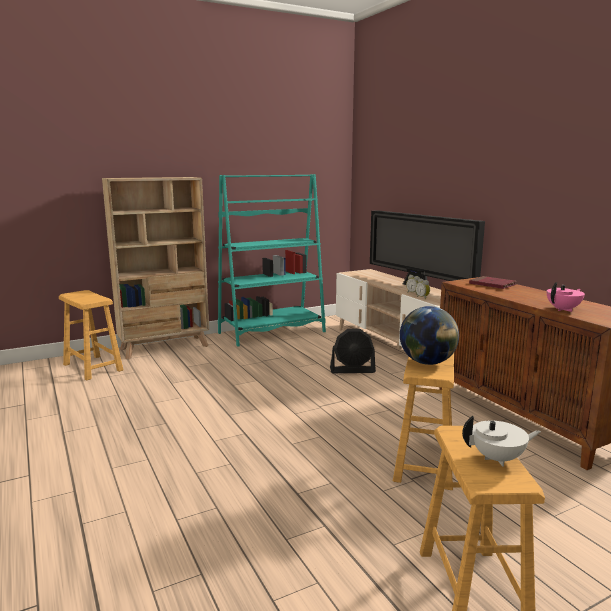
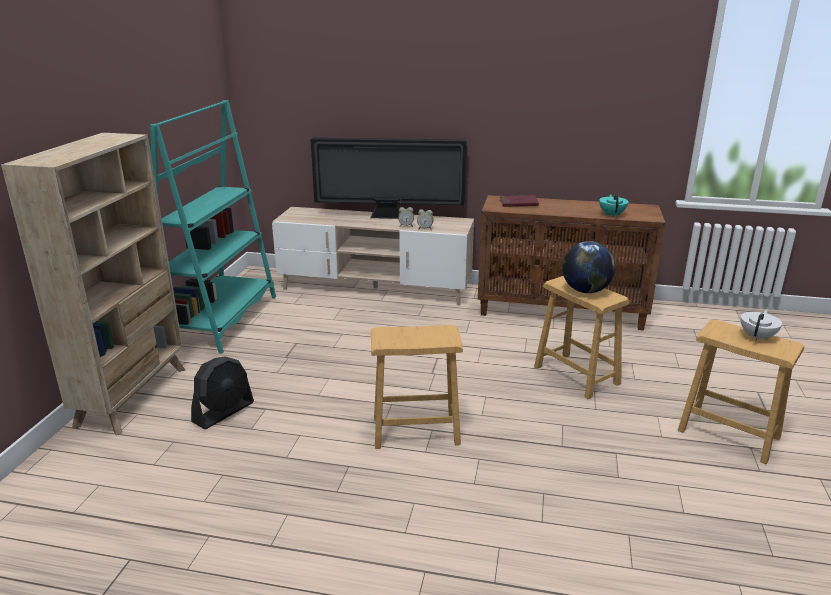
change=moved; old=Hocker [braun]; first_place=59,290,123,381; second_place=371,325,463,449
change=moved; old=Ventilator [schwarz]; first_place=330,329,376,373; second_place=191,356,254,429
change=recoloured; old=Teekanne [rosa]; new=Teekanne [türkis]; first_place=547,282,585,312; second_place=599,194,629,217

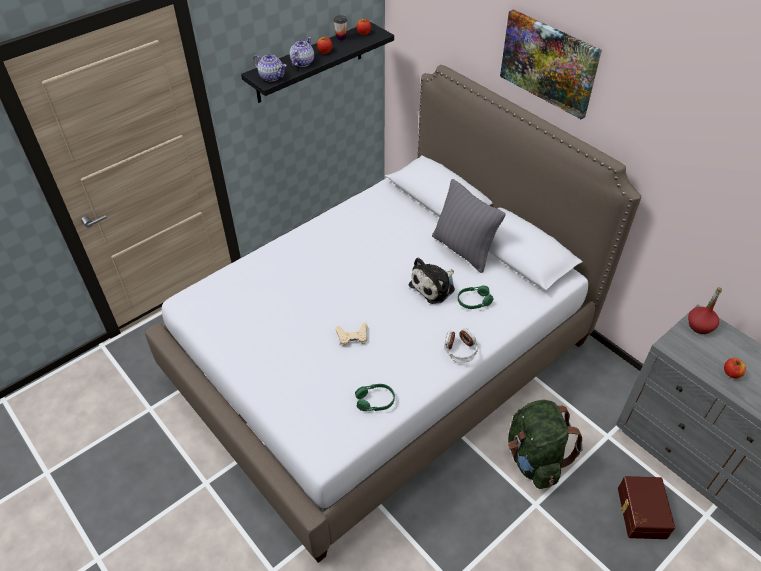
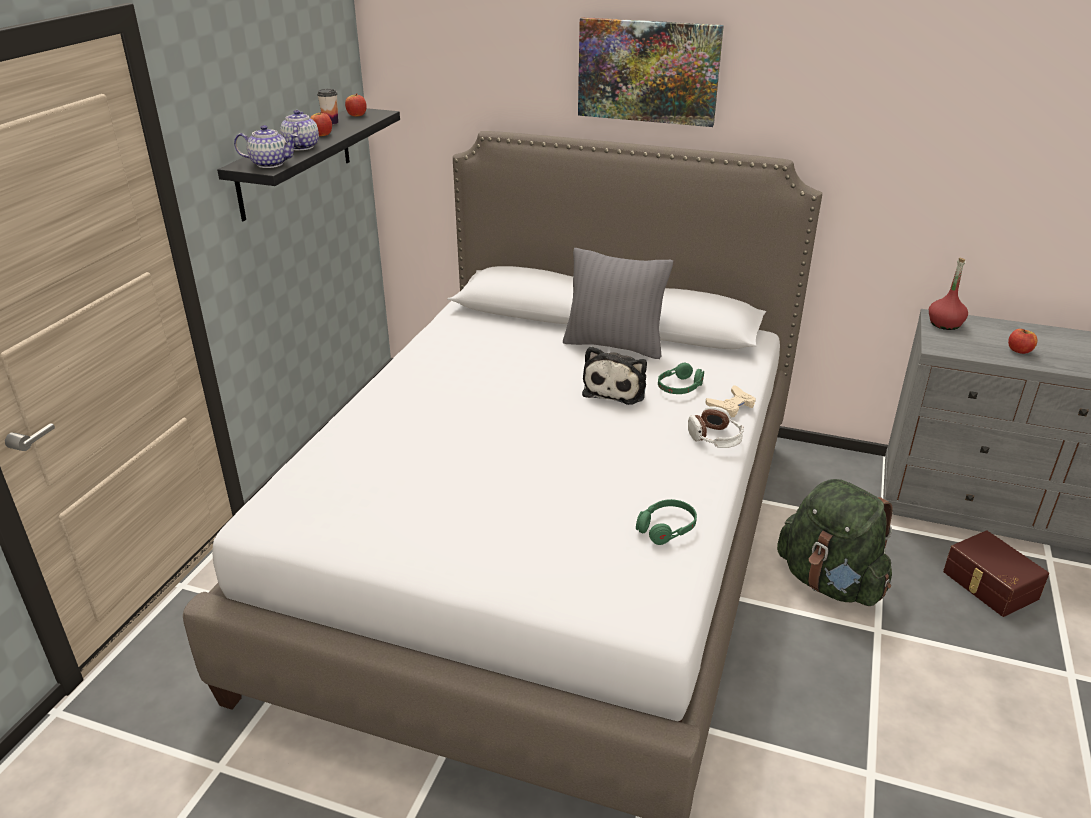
change=moved; old=Gamepad [beige]; first_place=335,322,367,346; second_place=706,385,756,418

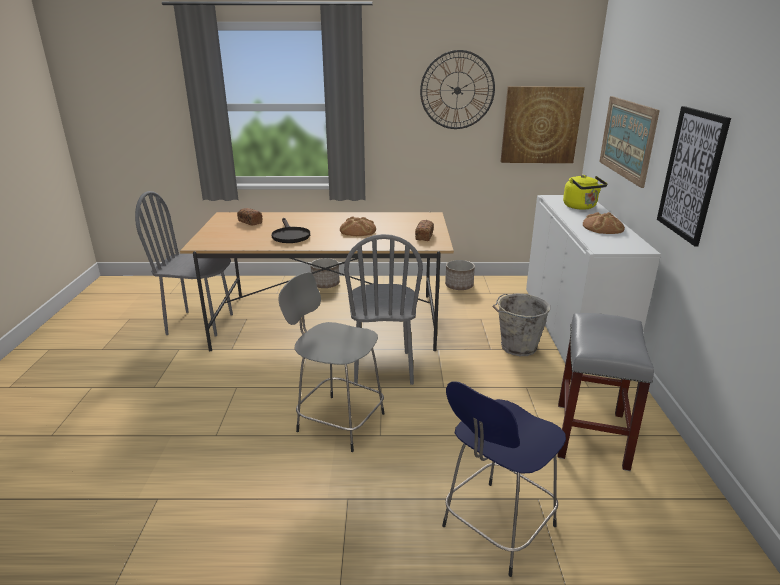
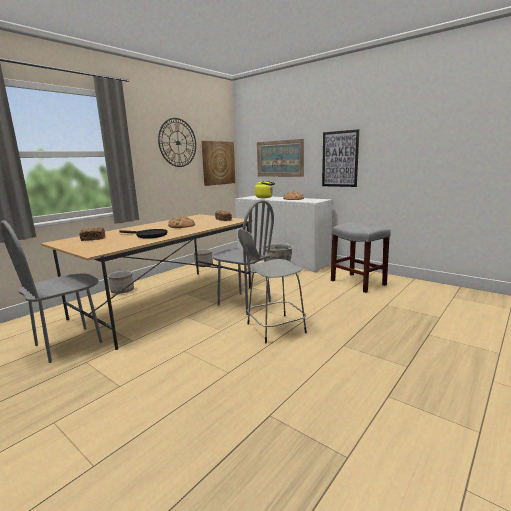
change=removed; old=Hocker [blau]; first_place=442,381,566,577

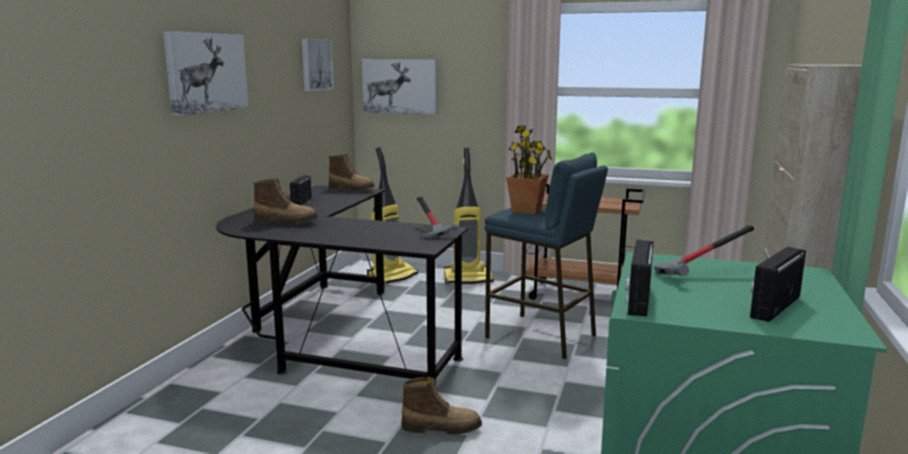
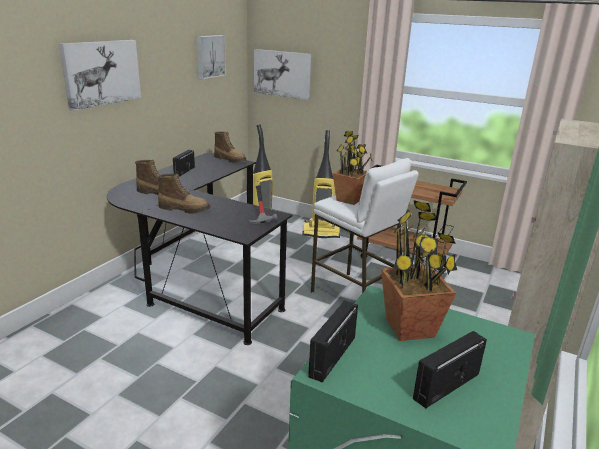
change=moved; old=Stiefel; first_place=401,377,482,435; second_place=157,173,210,213
change=recoloured; old=Hocker [blau]; new=Hocker [weiß]; first_place=485,153,608,359; second_place=311,158,419,293
change=replaced; old=Hammer; new=Topfpflanze; first_place=654,225,754,276; second_place=381,200,457,341

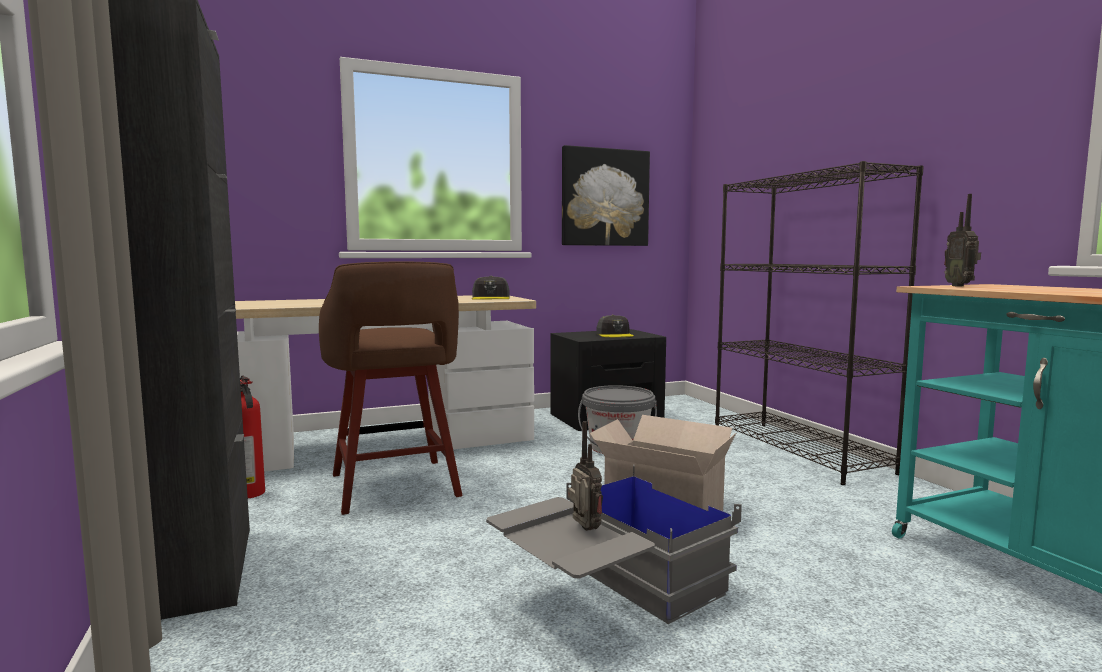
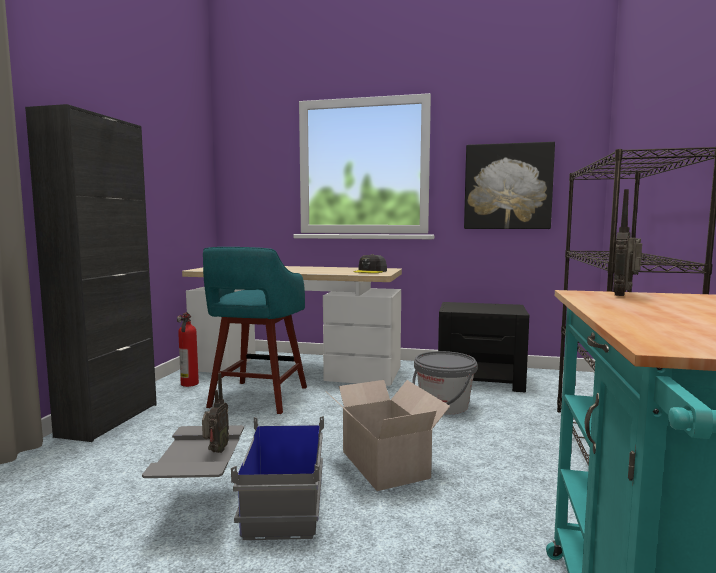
change=recoloured; old=Hocker [braun]; new=Hocker [türkis]; first_place=319,261,462,515; second_place=203,247,307,414
change=removed; old=Kappe [grau]; first_place=597,315,634,337

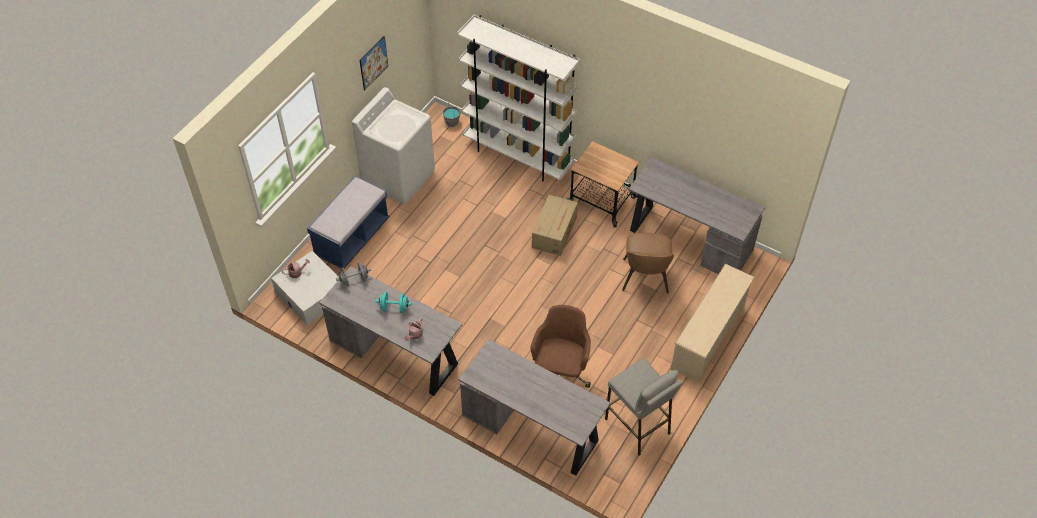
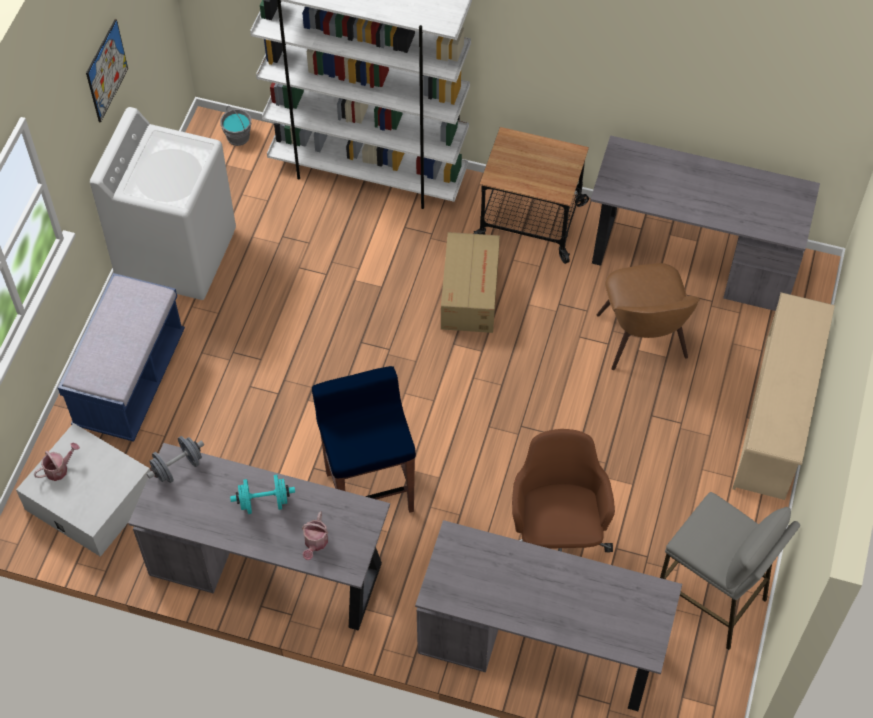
change=added; new=Hocker [blau]; second_place=312,366,416,513

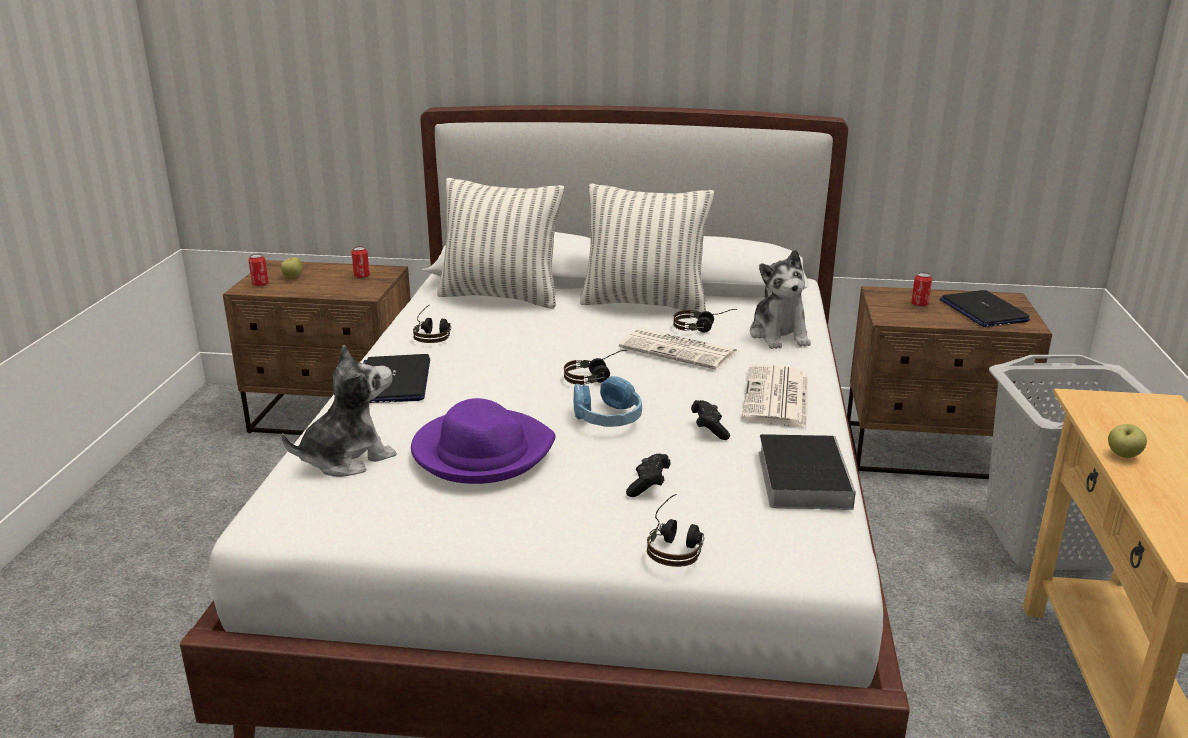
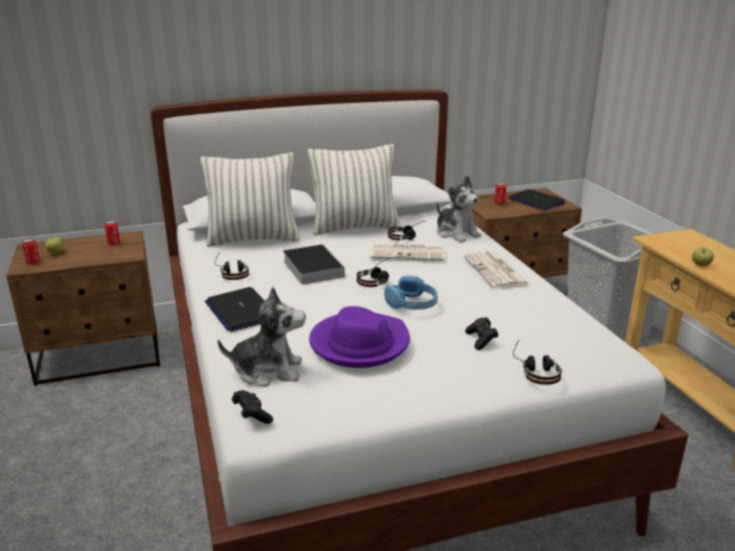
change=turned; old=Plüschtier; first_place=281,344,397,477; second_place=218,287,306,387; degrees=60
change=moved; old=Gamepad [schwarz]; first_place=691,400,730,440; second_place=232,390,273,424
change=moved; old=Buch; first_place=759,434,856,510; second_place=283,244,345,285

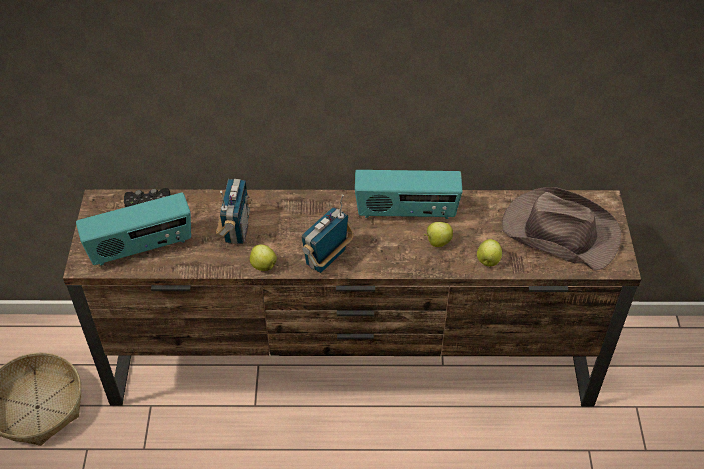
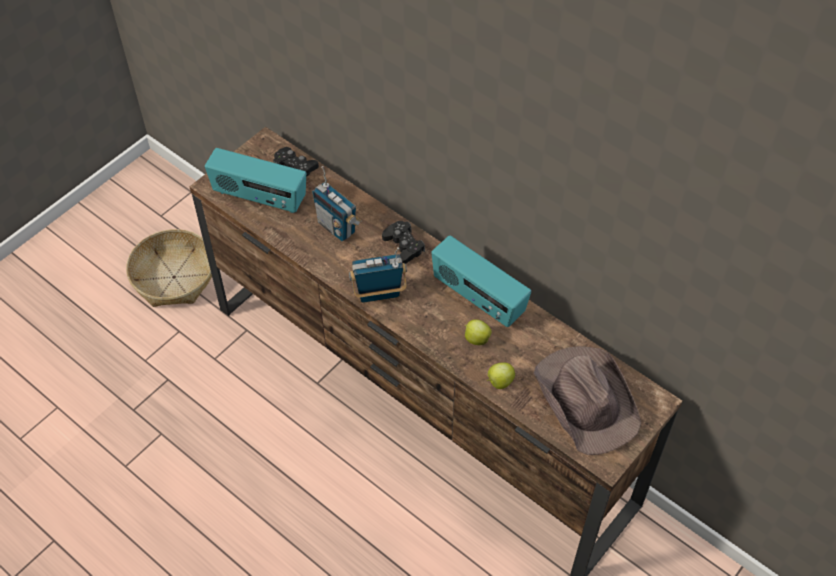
change=turned; old=Radio; first_place=216,179,251,244; second_place=312,166,362,242; degrees=90
change=removed; old=Apfel; first_place=249,244,277,271
change=added; new=Gamepad [schwarz]; second_place=382,221,425,264

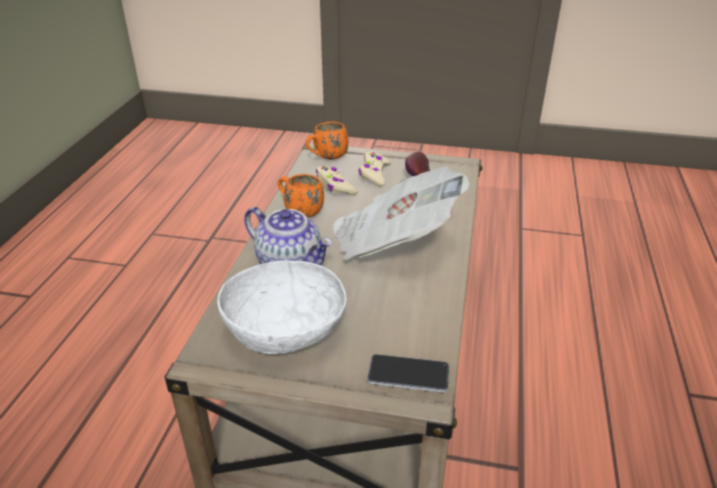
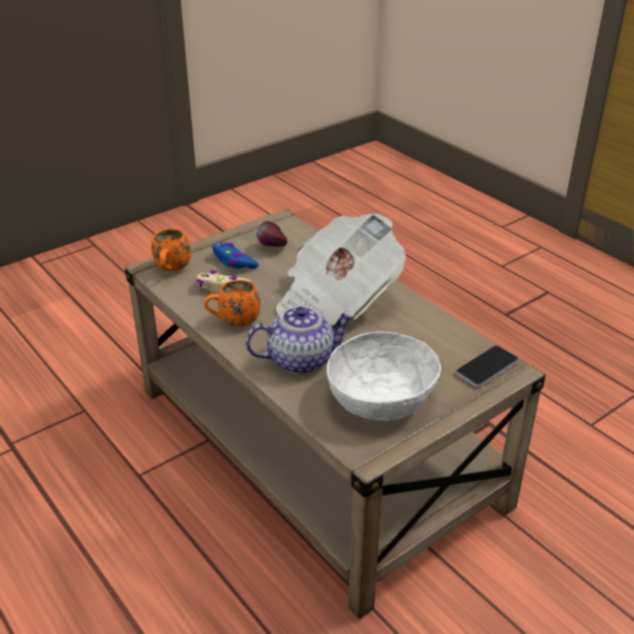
change=recoloured; old=Gamepad [beige]; new=Gamepad [blau]; first_place=359,152,391,186; second_place=212,242,259,269

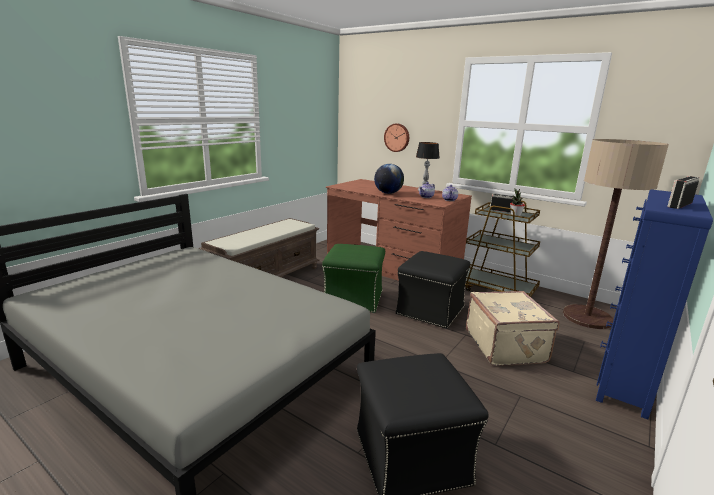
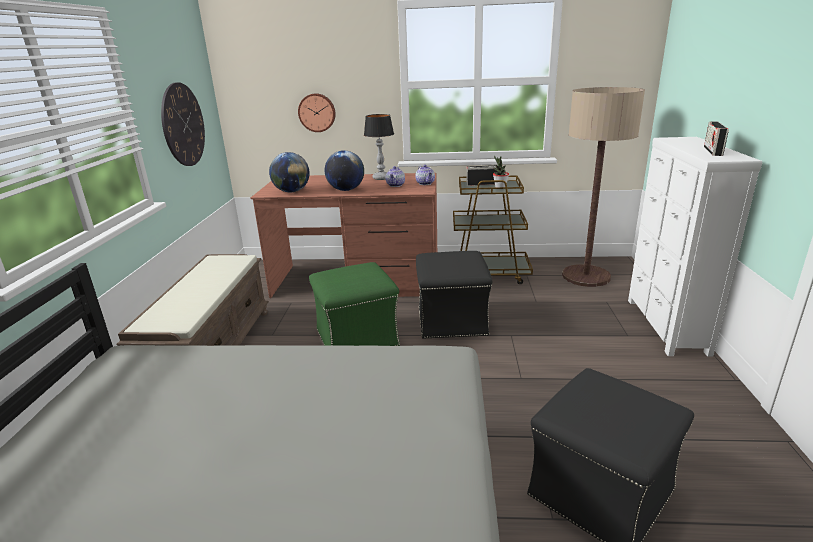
change=removed; old=Koffer [beige]; first_place=466,291,560,366
change=recoloured; old=Kommode [blau]; new=Kommode [weiß]; first_place=596,189,713,420; second_place=628,137,762,357
change=added; new=Wanduhr; second_place=161,82,205,166
change=added; new=Globus; second_place=269,152,310,192

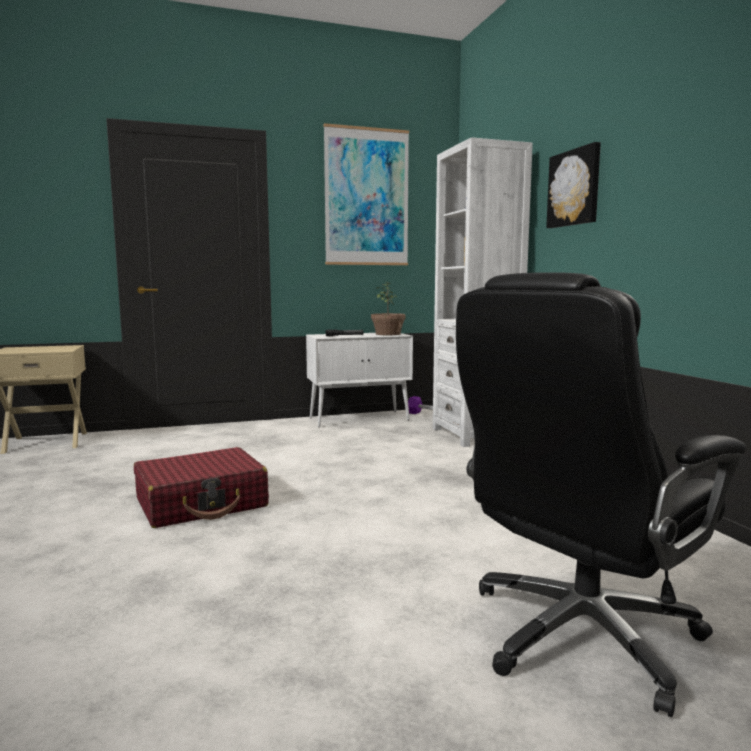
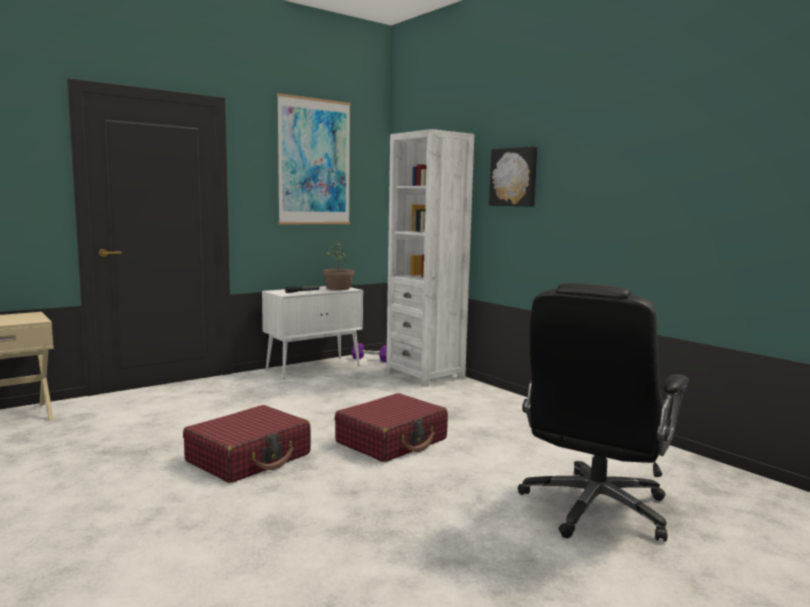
change=added; new=Koffer [rot]; second_place=335,393,448,462

